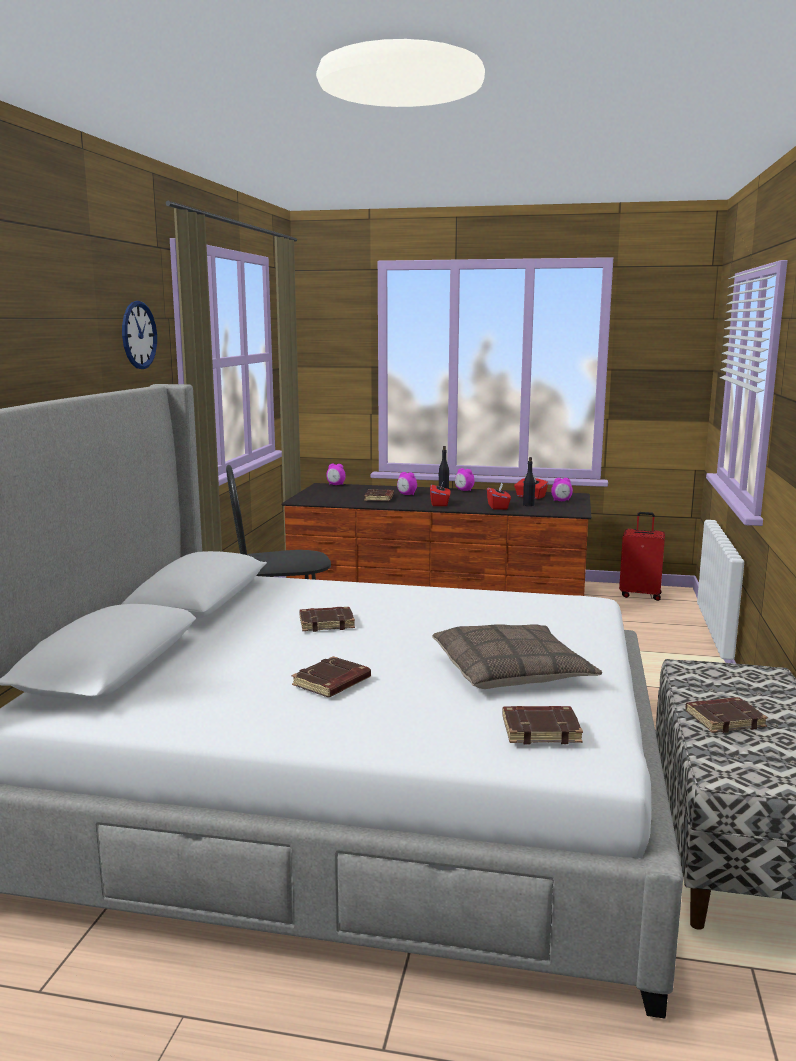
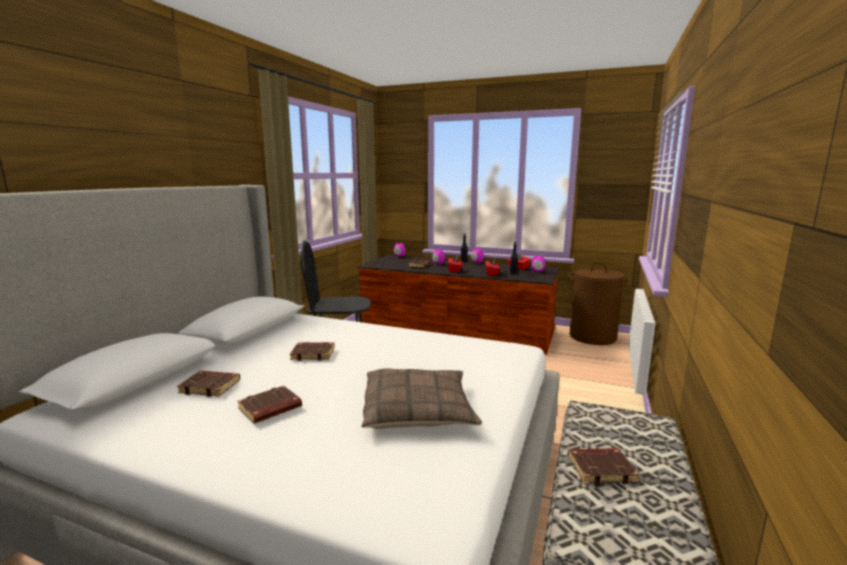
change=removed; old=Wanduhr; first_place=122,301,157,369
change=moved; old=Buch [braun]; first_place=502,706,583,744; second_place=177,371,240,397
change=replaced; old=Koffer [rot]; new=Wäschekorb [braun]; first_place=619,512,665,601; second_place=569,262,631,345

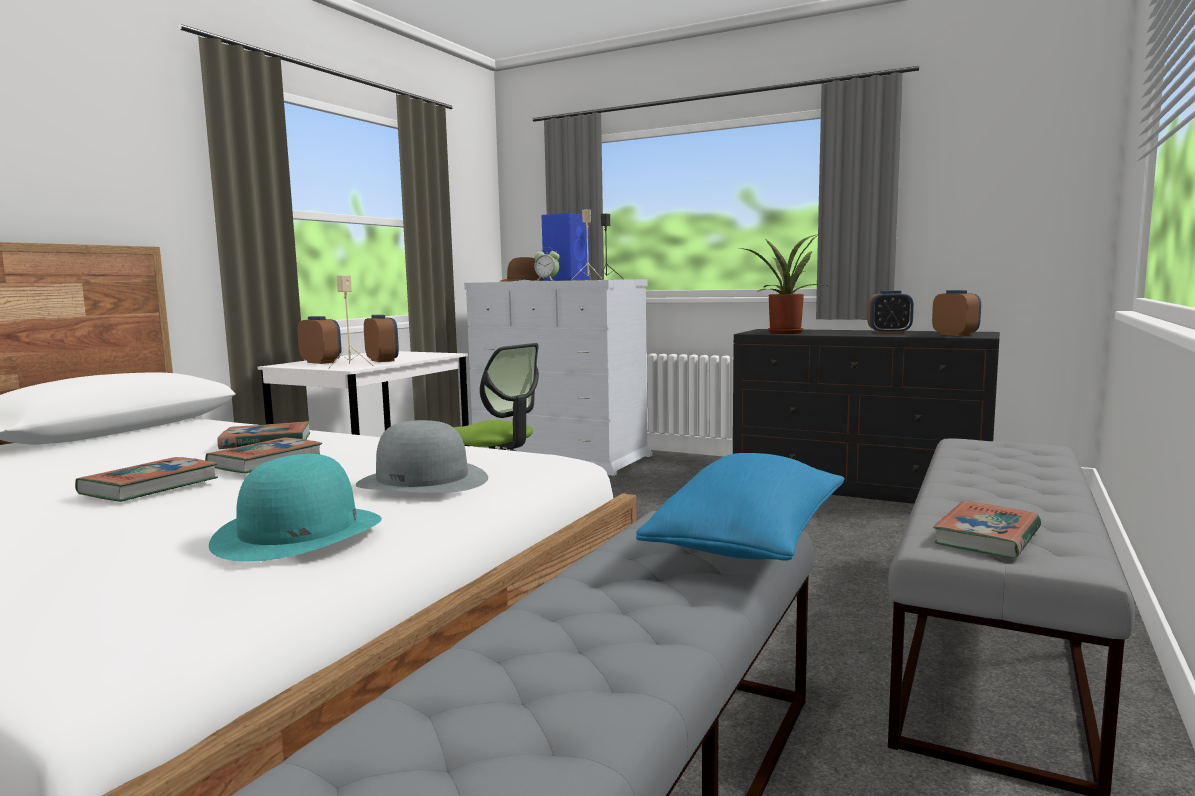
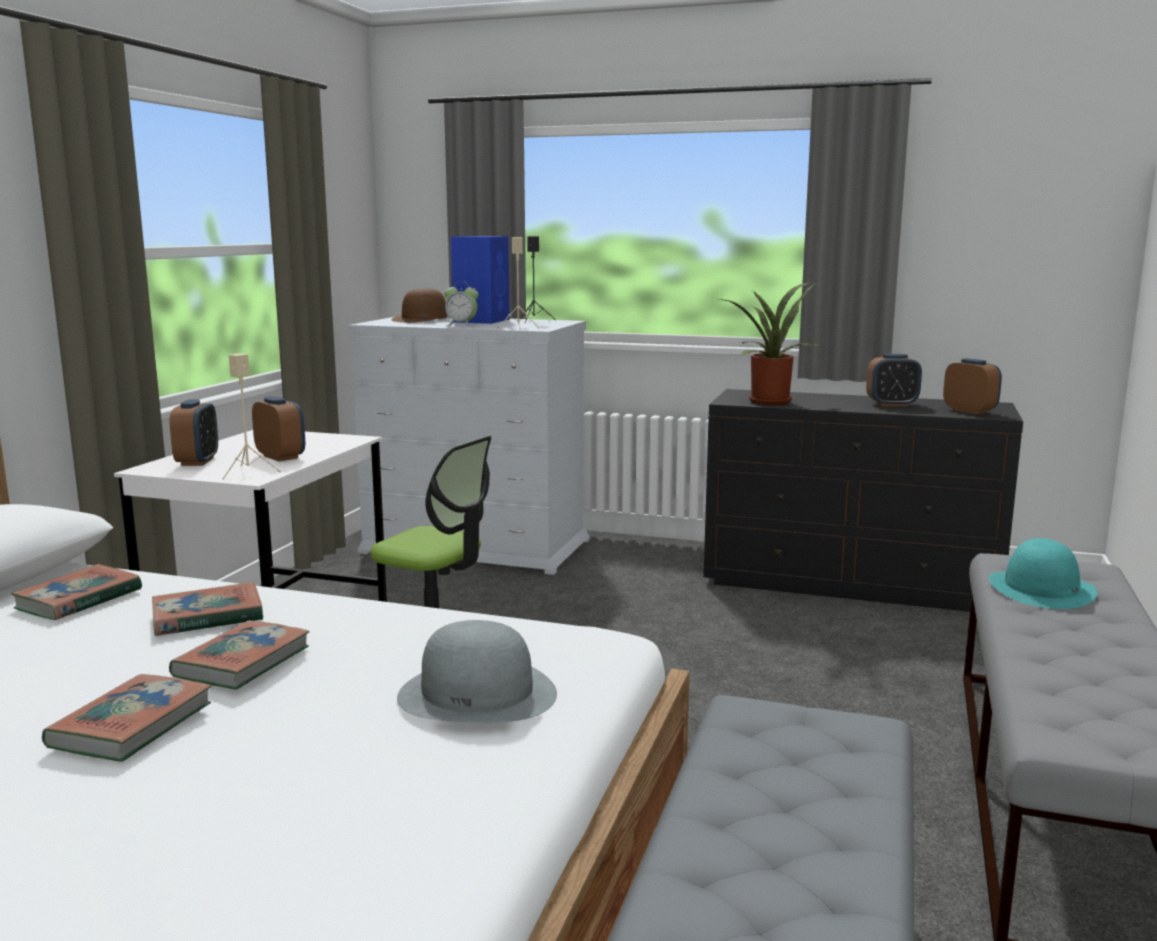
change=moved; old=Hut [türkis]; first_place=209,454,382,562; second_place=988,538,1097,609
change=turned; old=Wecker; first_place=297,316,341,364; second_place=170,399,218,466; degrees=60
change=removed; old=Kissen [blau]; first_place=636,453,845,561
change=moved; old=Buch; first_place=933,501,1041,558; second_place=11,564,142,620

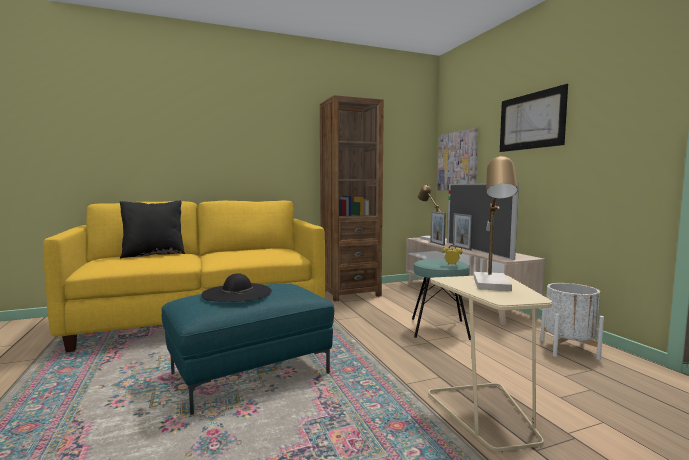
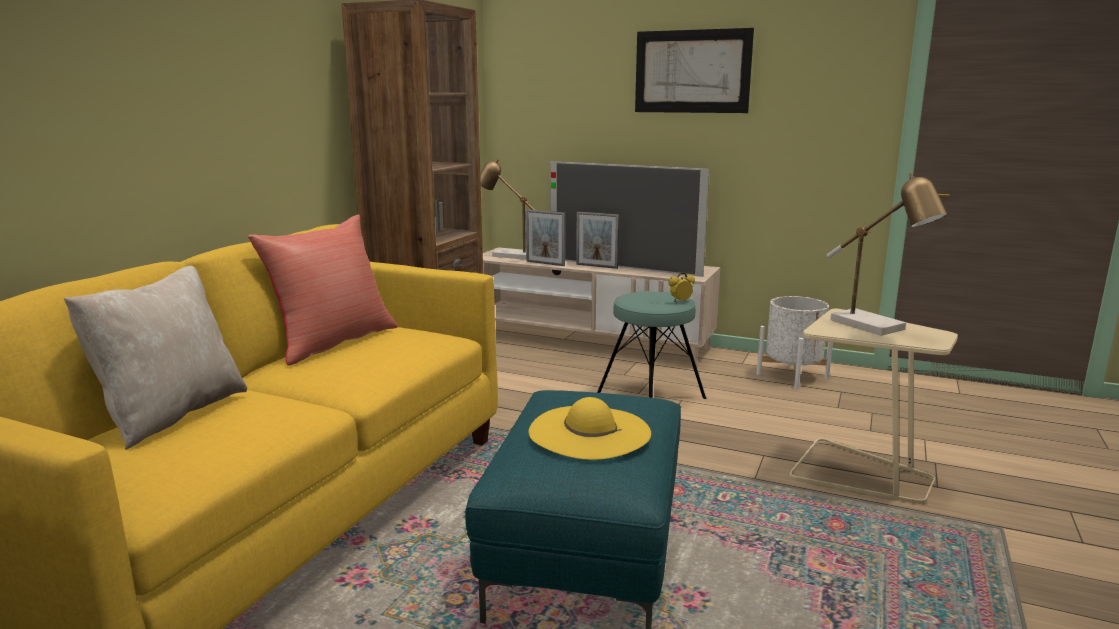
change=recoloured; old=Kissen [schwarz]; new=Kissen [beige]; first_place=120,201,185,259; second_place=64,265,247,450
change=recoloured; old=Hut [schwarz]; new=Hut [gelb]; first_place=201,273,272,302; second_place=529,397,651,460
change=removed; old=Bild; first_place=438,128,478,190
change=added; new=Kissen [rot]; second_place=248,215,398,366

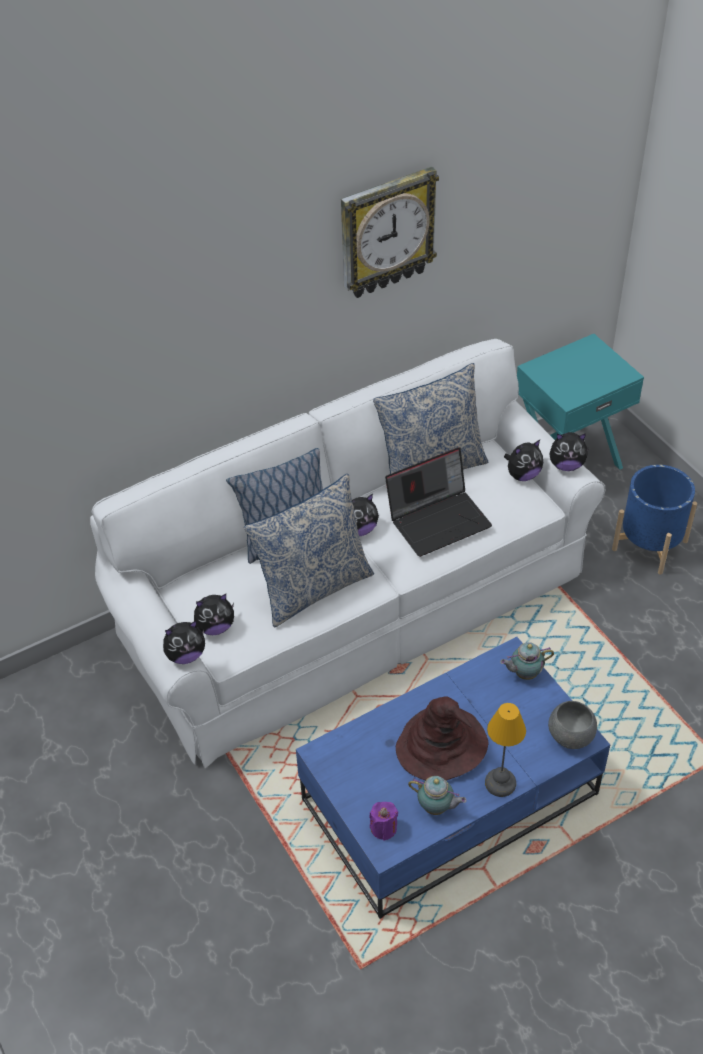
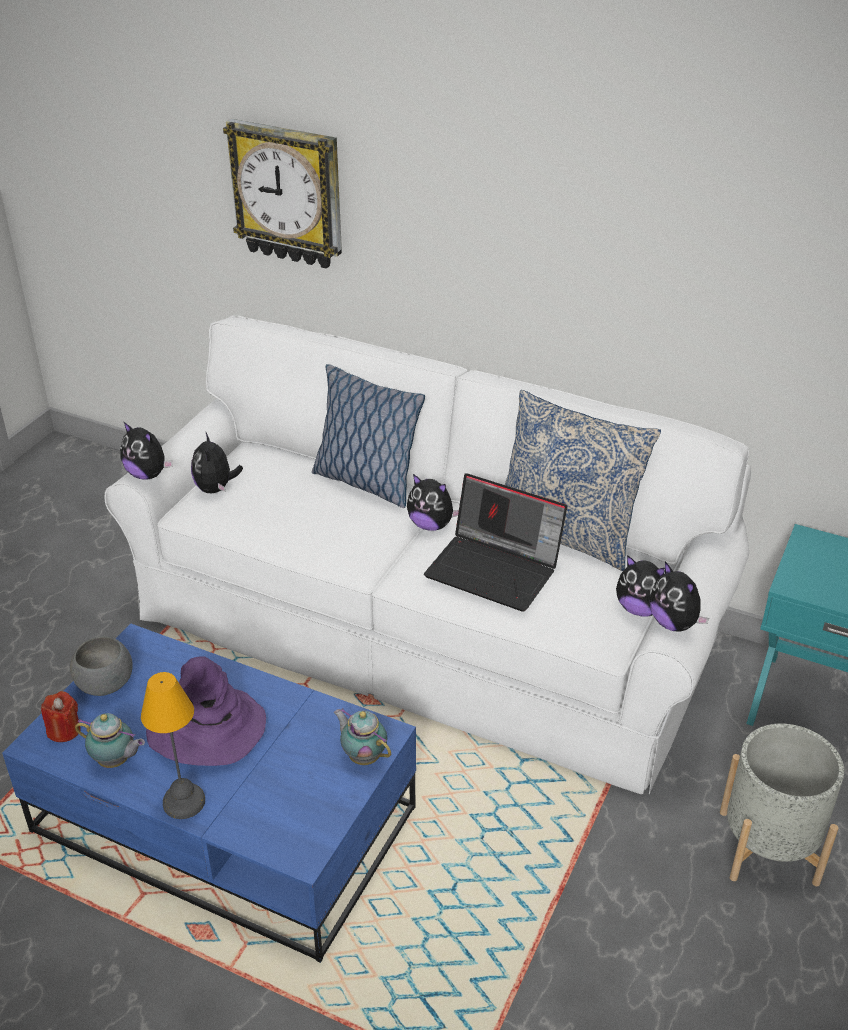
change=turned; old=Plüschtier; first_place=194,594,234,635; second_place=191,431,243,493; degrees=45
change=removed; old=Kissen; first_place=244,474,374,628
change=moved; old=Wanduhr; first_place=341,166,439,298; second_place=223,119,342,268
change=recoloured; old=Kerze [lila]; new=Kerze [rot]; first_place=369,802,398,841; second_place=41,691,81,742
change=recoloured; old=Hut [braun]; new=Hut [lila]; first_place=396,696,489,781; second_place=146,656,266,766
change=turned; old=Teekanne; first_place=408,776,467,815; second_place=75,713,145,768; degrees=-60
change=moved; old=Schüssel [grau]; first_place=548,701,597,749; second_place=70,636,133,696
change=recoloured; old=Pflanzkübel [blau]; new=Pflanzkübel [grau]; first_place=612,465,697,575; second_place=720,724,844,886

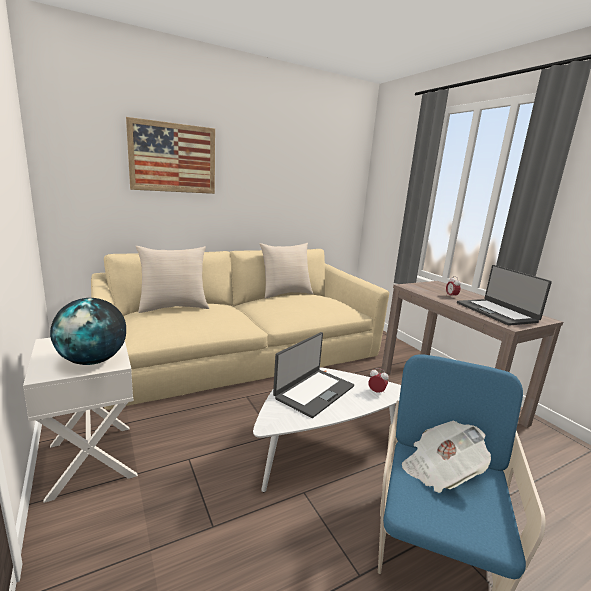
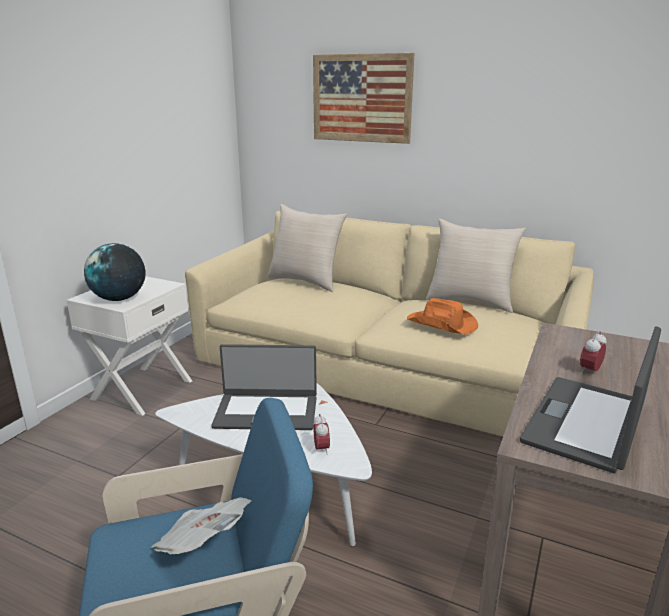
change=added; new=Hut [orange]; second_place=407,298,478,335

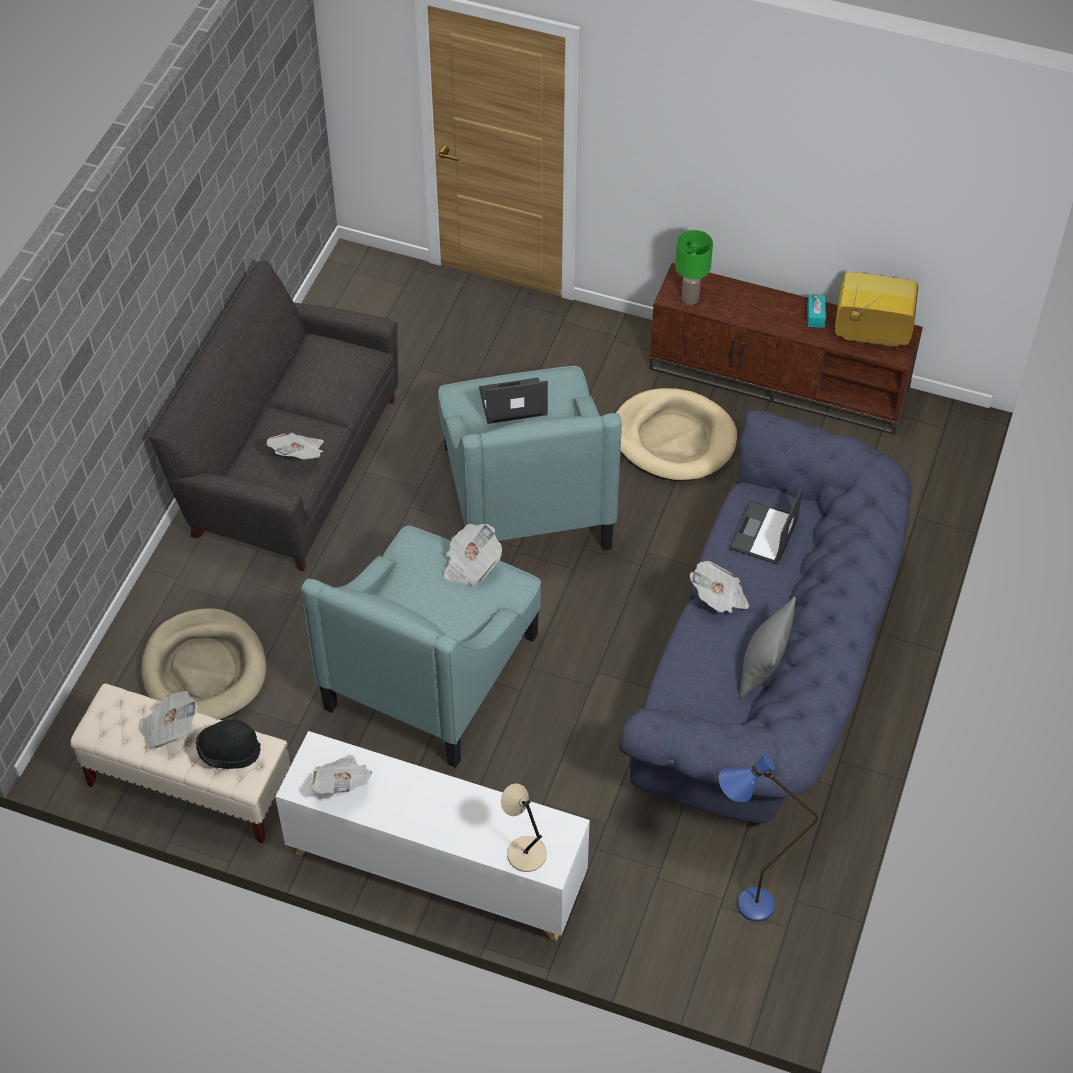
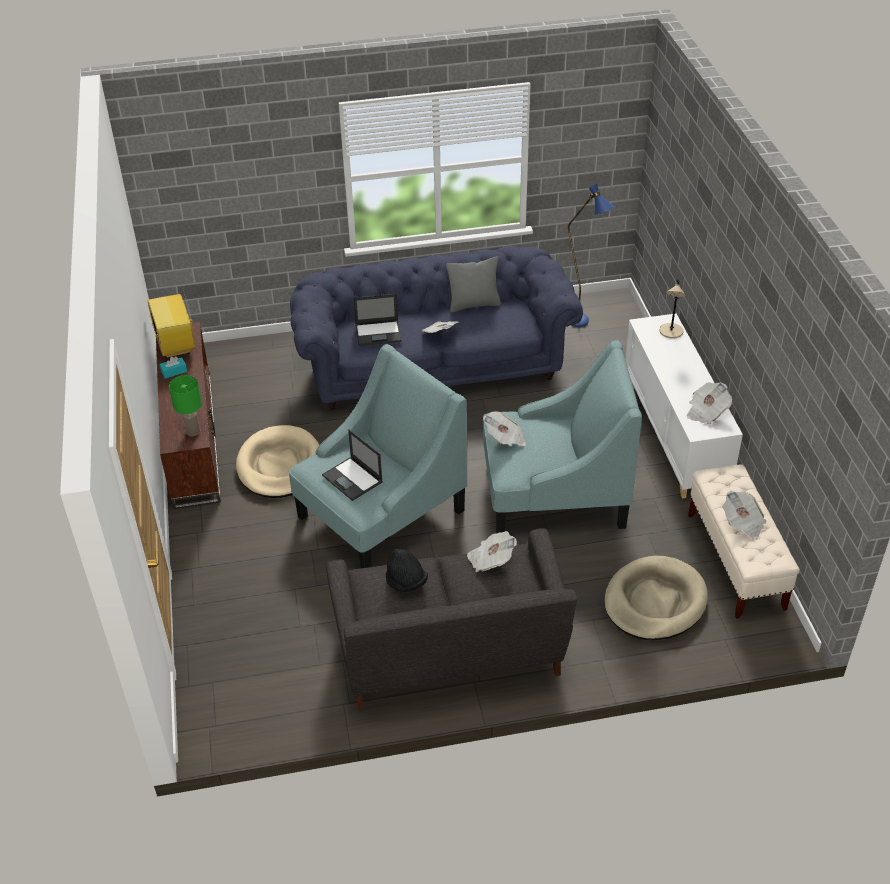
change=moved; old=Hut [schwarz]; first_place=196,719,261,769; second_place=386,549,428,592

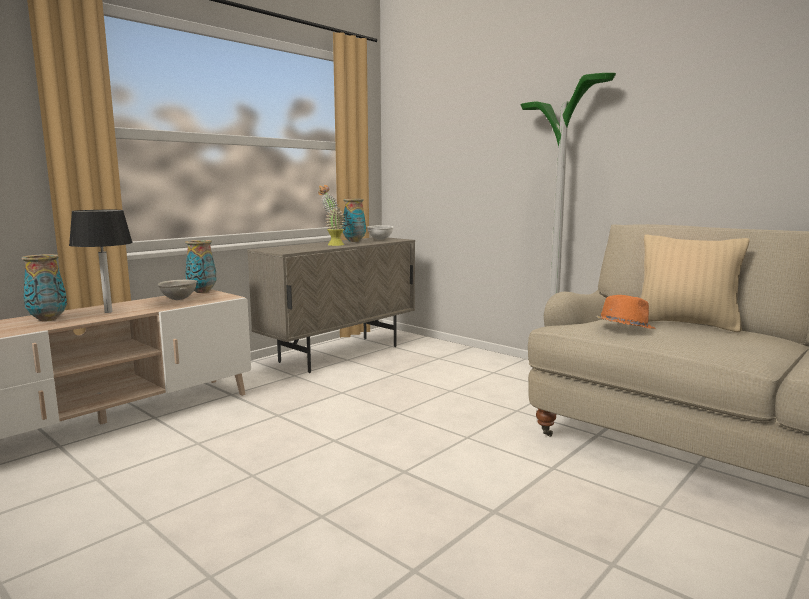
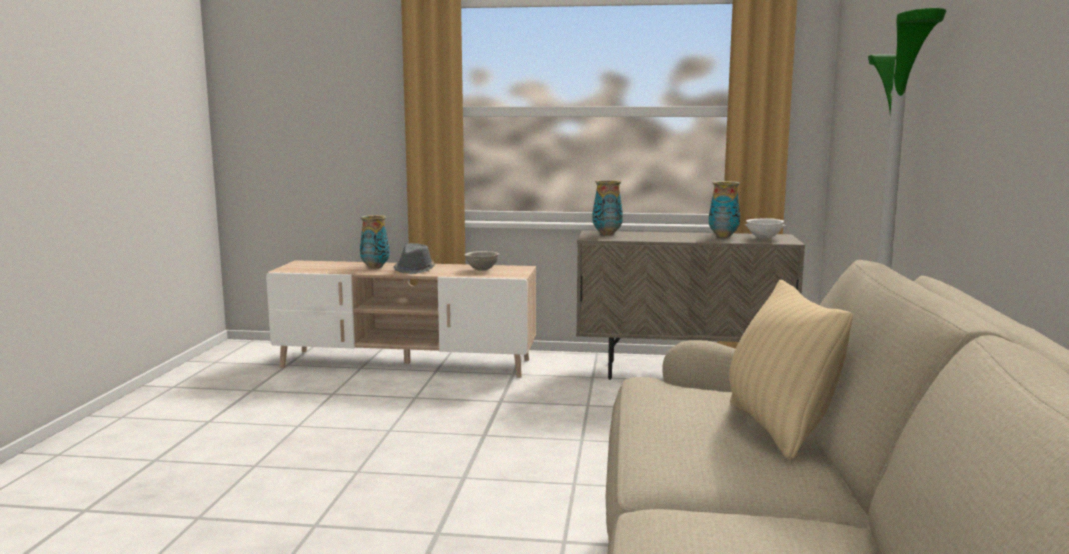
change=replaced; old=Tischlampe [schwarz]; new=Hut [grau]; first_place=69,210,133,313; second_place=394,243,435,274
change=moved; old=Vase; first_place=185,240,216,293; second_place=593,180,623,235
change=removed; old=Topfpflanze; first_place=318,185,345,246
change=removed; old=Hut [orange]; first_place=596,295,656,329

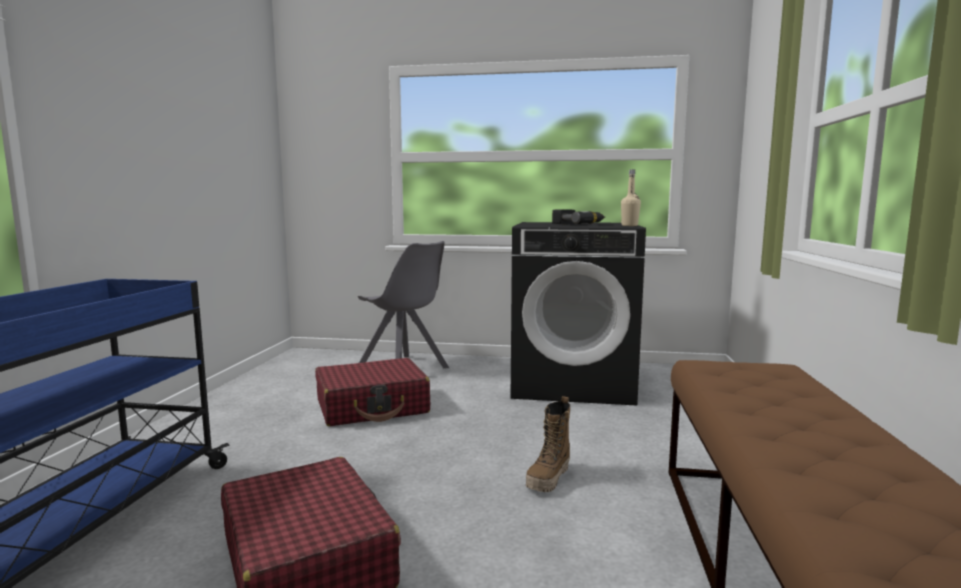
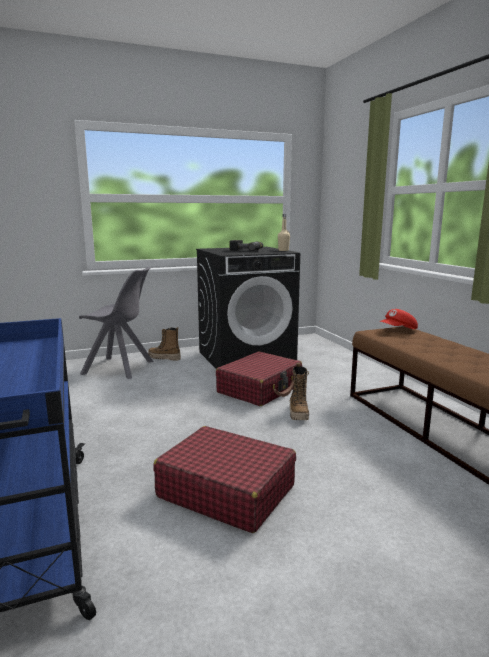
change=moved; old=Koffer [rot]; first_place=315,358,430,426; second_place=216,351,302,406
change=added; new=Stiefel; second_place=148,327,181,361
change=added; new=Kappe [rot]; second_place=380,309,418,329

